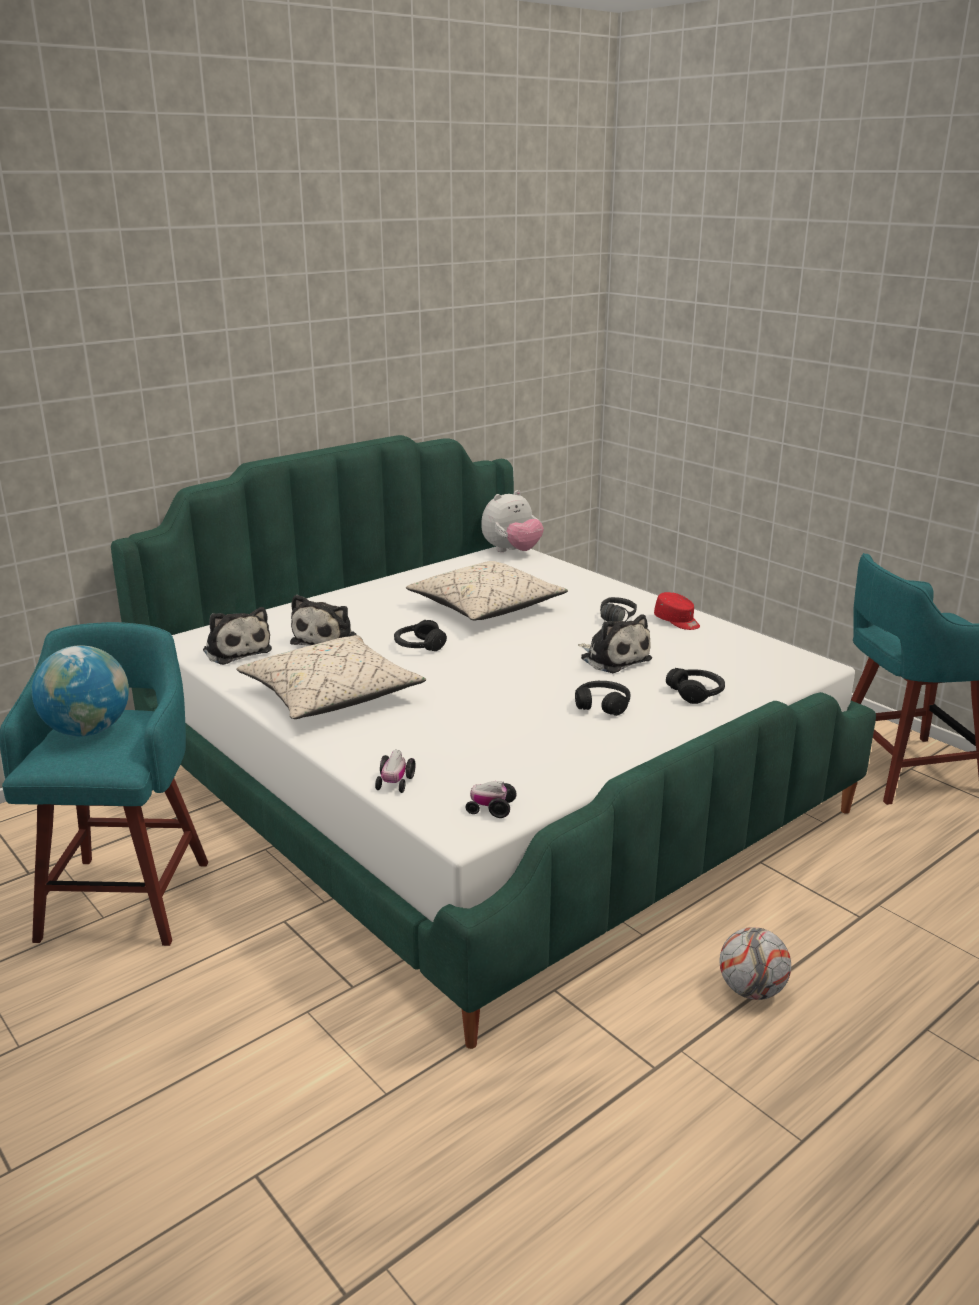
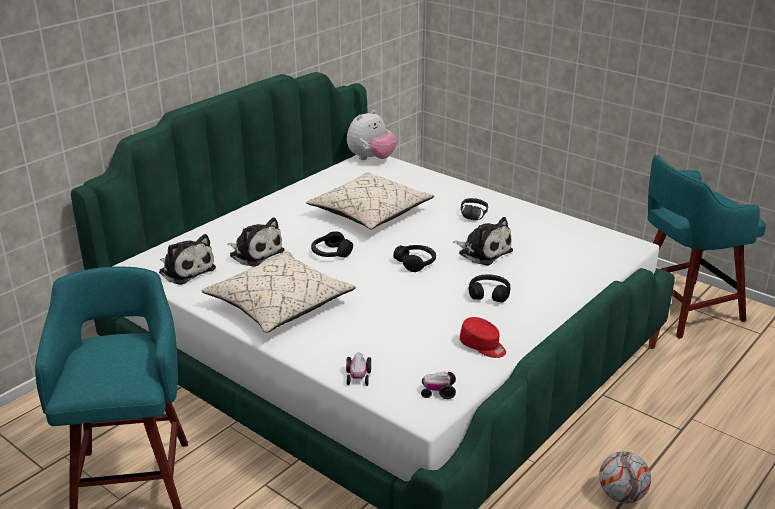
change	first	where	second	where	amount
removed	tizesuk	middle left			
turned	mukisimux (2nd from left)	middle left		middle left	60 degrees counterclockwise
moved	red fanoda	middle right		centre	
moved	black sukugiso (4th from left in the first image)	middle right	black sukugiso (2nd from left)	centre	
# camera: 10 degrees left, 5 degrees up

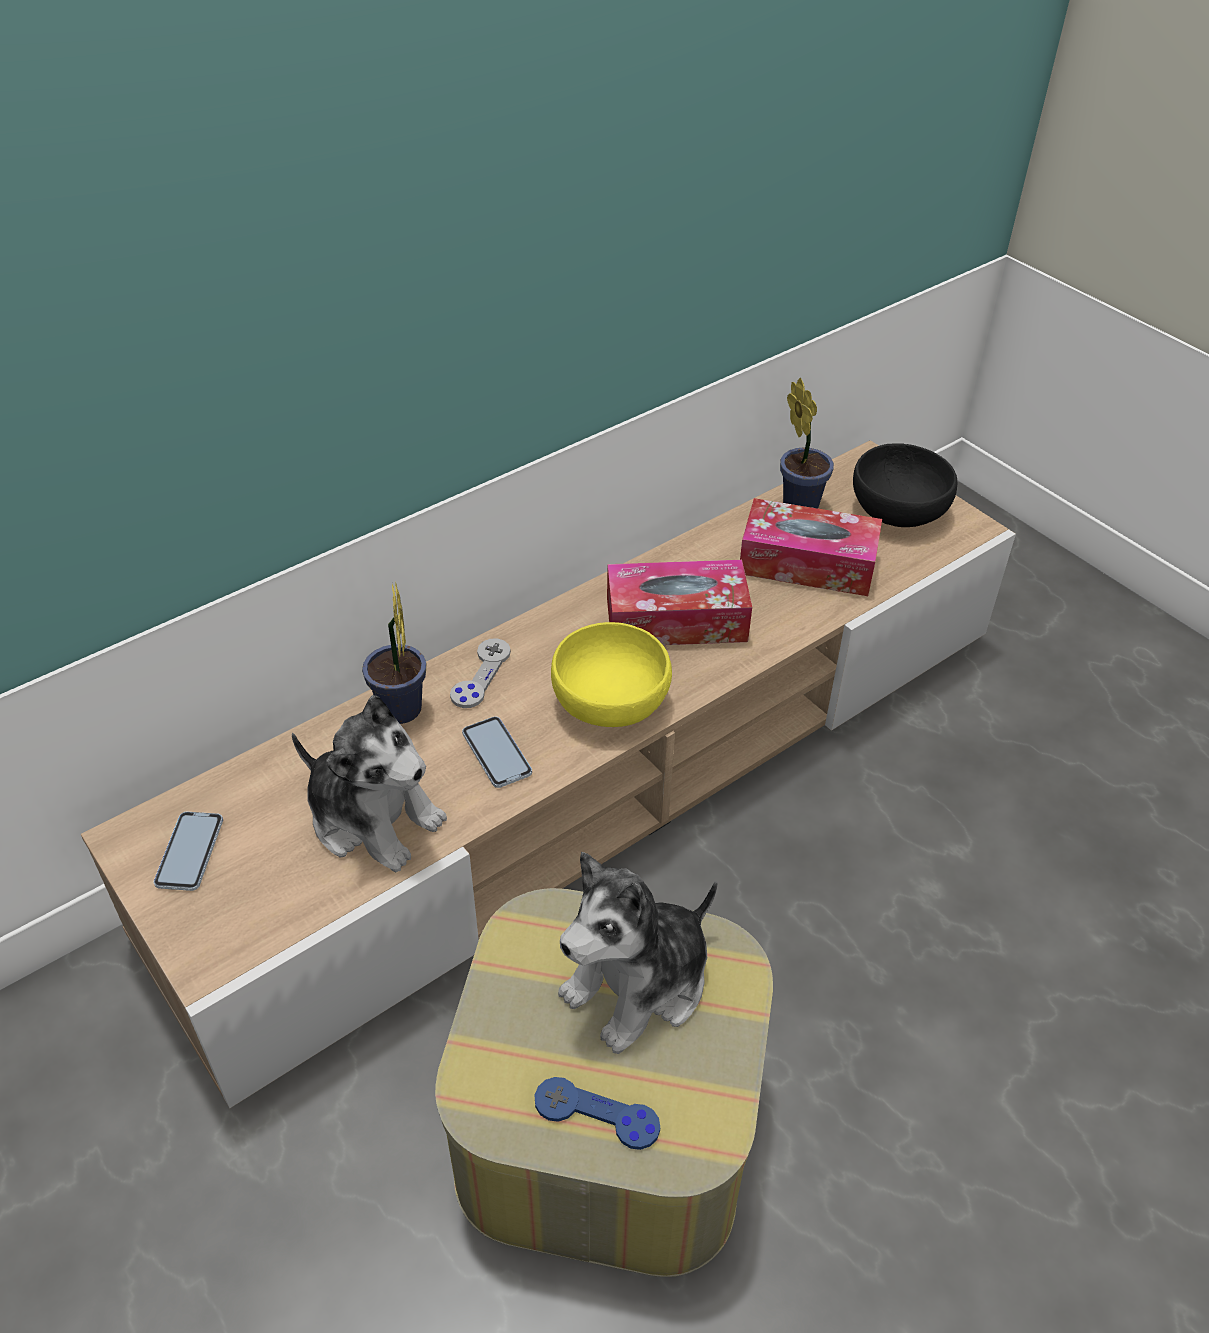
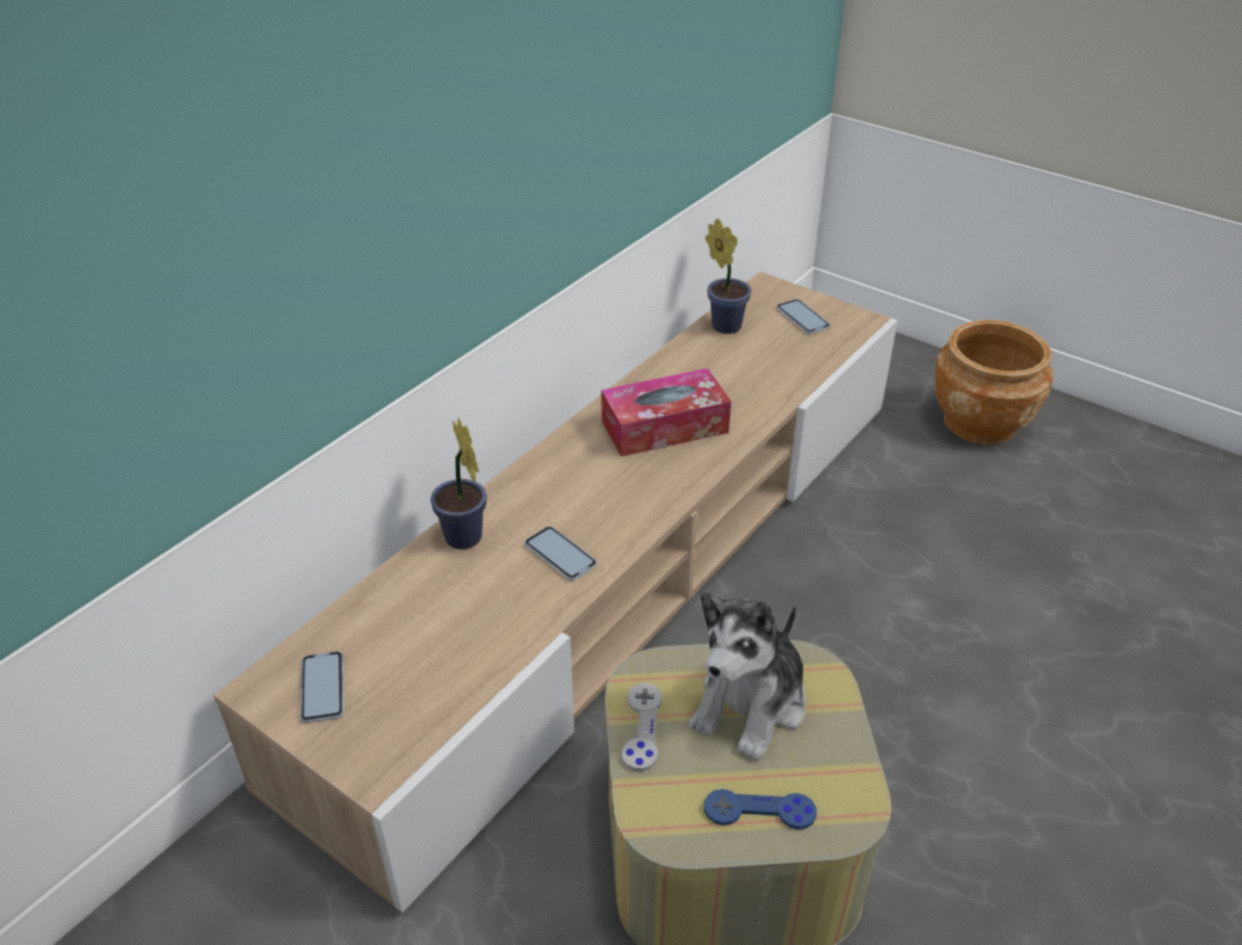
change	first	where	second	where	amount
removed	mukisimux (1st from left)	middle left			
moved	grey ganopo	centre		bottom centre	
removed	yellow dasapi	centre			
removed	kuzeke (2nd from left)	middle right			
replaced	black dasapi	middle right	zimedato (3rd from left)	centre	
added			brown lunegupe	middle right	
# camera: 15 degrees left, 5 degrees down

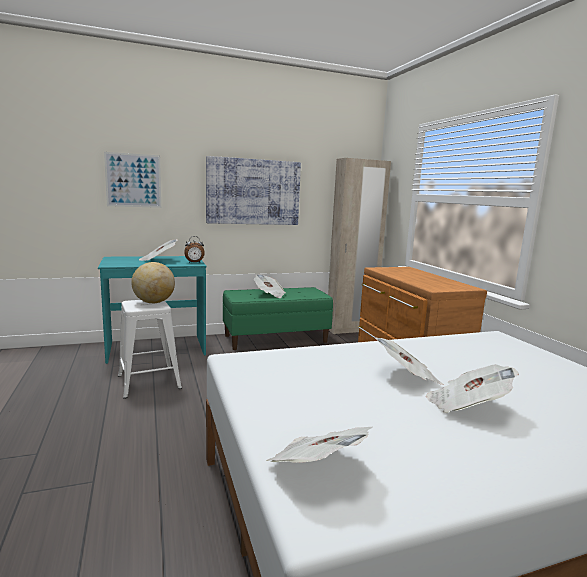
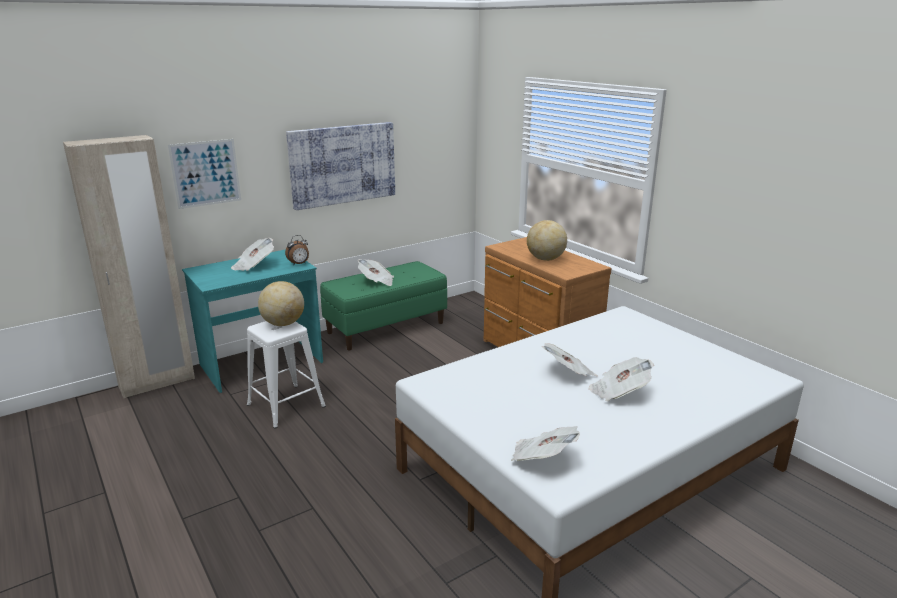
change	first	where	second	where	amount
moved	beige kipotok	centre		middle left	
added			tizesuk (2nd from left)	centre	
# camera: 15 degrees left, 10 degrees up

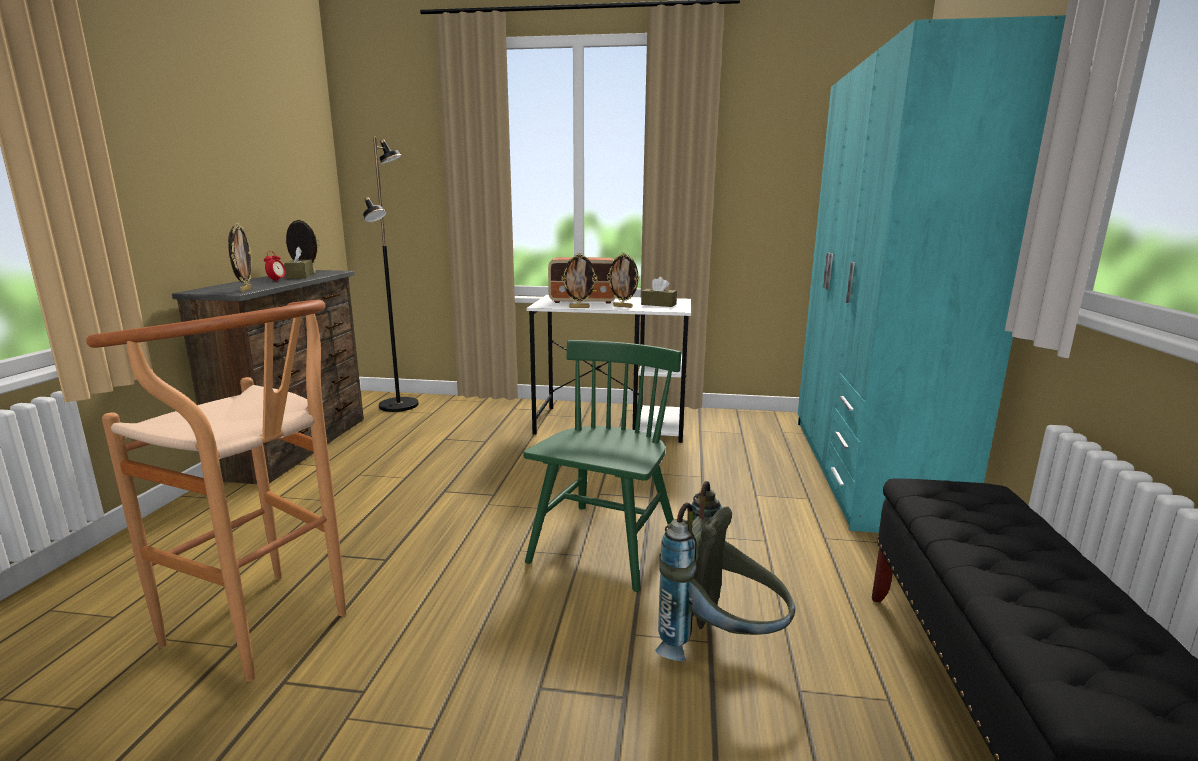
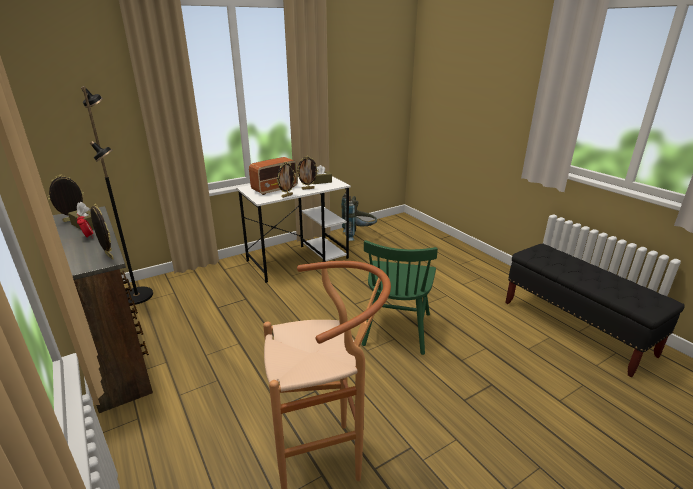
change	first	where	second	where	amount
turned	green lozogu	centre		centre	150 degrees counterclockwise
moved	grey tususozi	bottom centre		centre	
removed	turquoise kipotok	middle right			
# camera: 40 degrees left, 10 degrees up

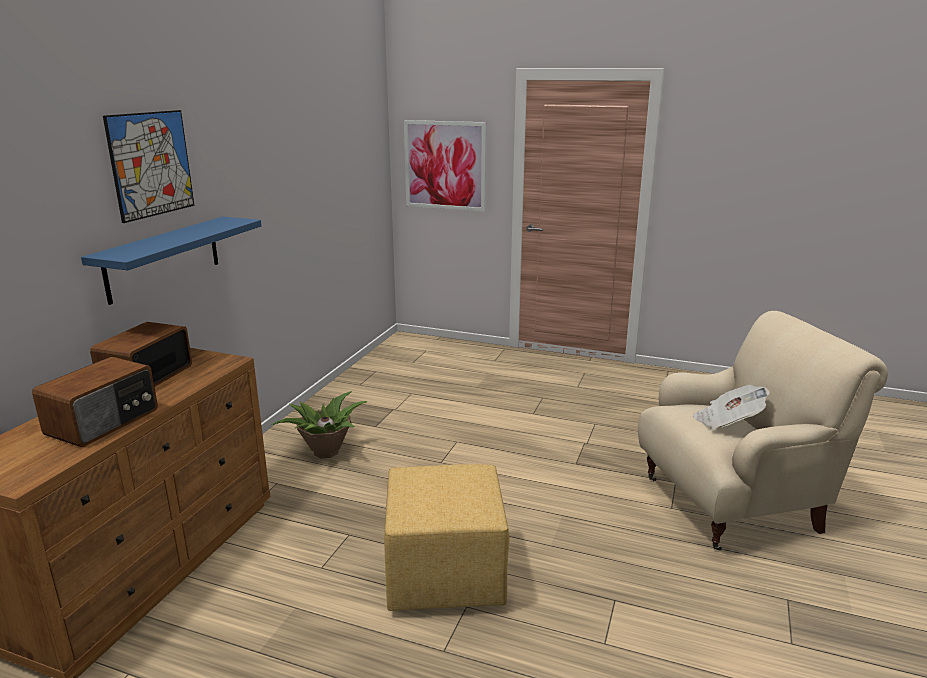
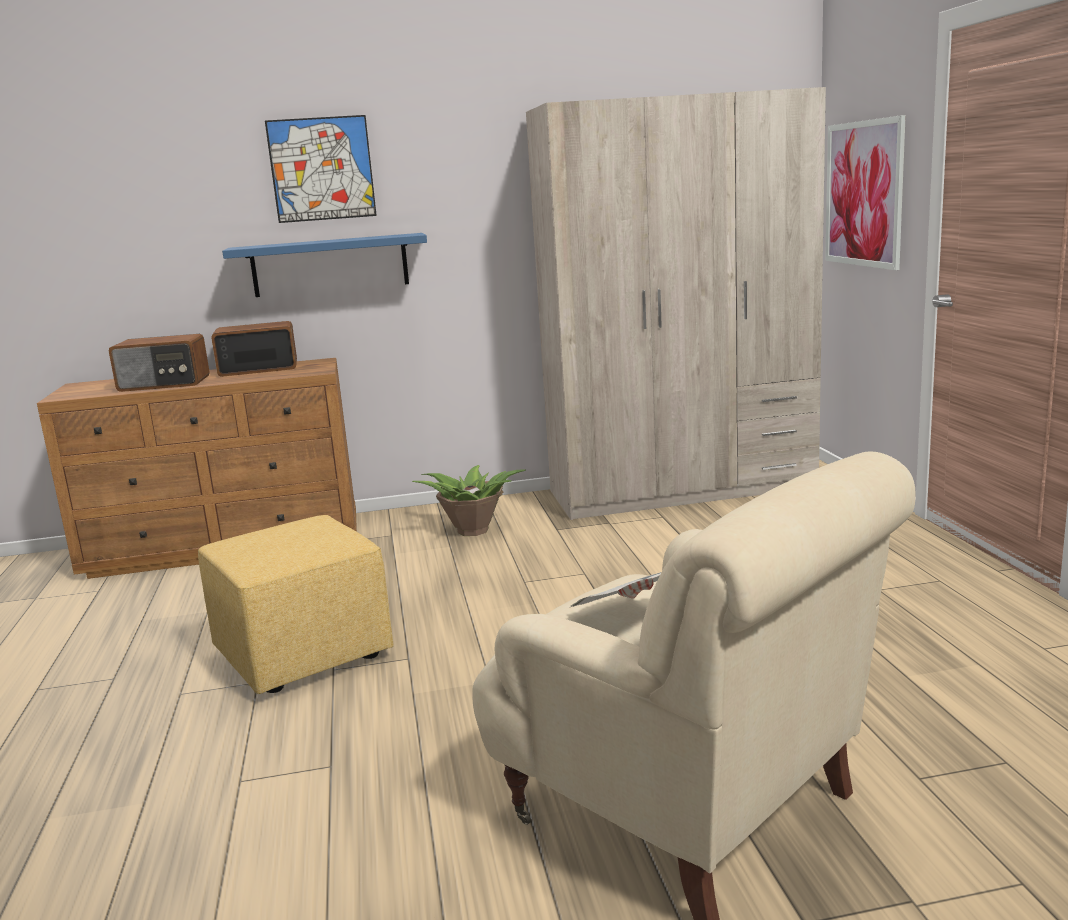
change	first	where	second	where	amount
added			beige kipotok	top centre	
# camera: 60 degrees right, 5 degrees down

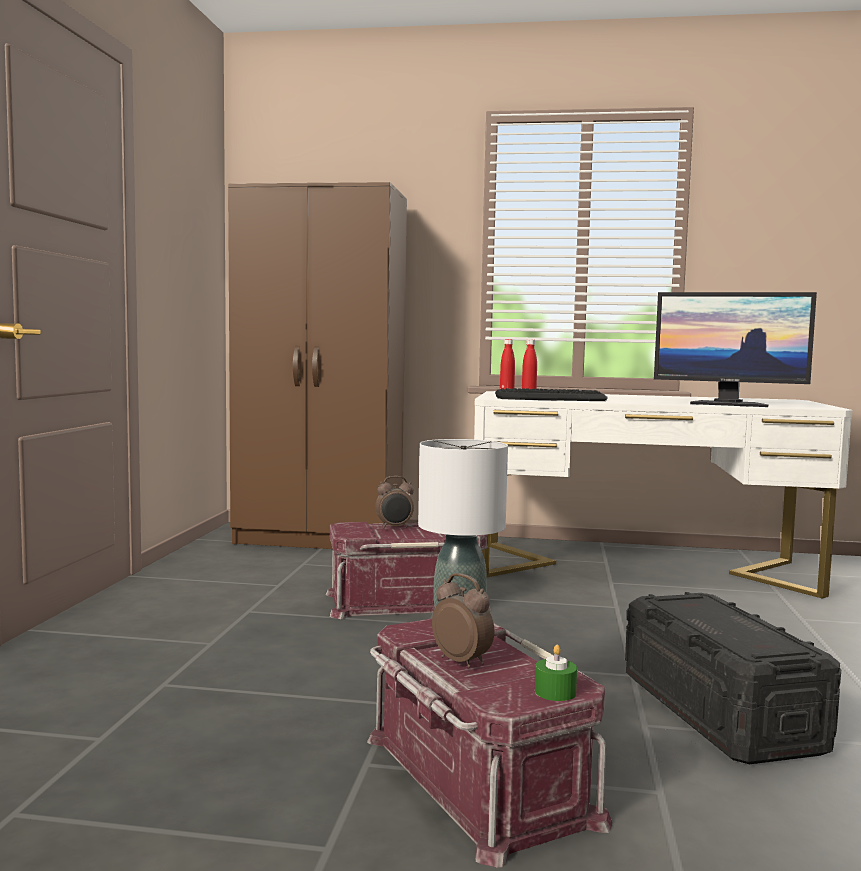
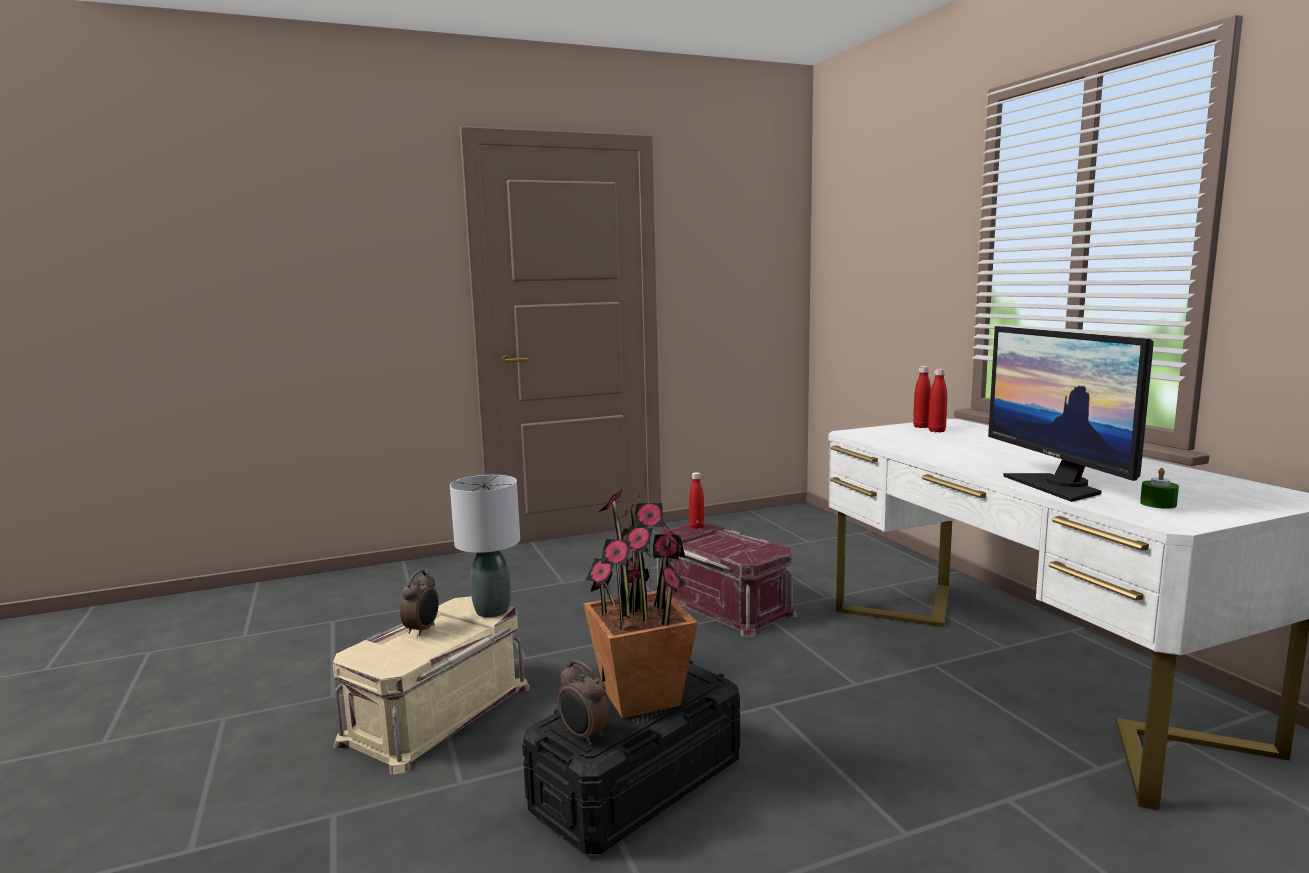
change	first	where	second	where	amount
removed	brown kipotok	centre			
recoloured	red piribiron (2nd from left)	bottom centre	beige piribiron	bottom left	
moved	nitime (1st from left in the first image)	centre	nitime (2nd from left)	bottom centre	
removed	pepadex	centre			
moved	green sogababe	bottom centre		middle right	
added			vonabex	bottom centre	
added			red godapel (1st from left)	centre	
# camera: 60 degrees right, 5 degrees up

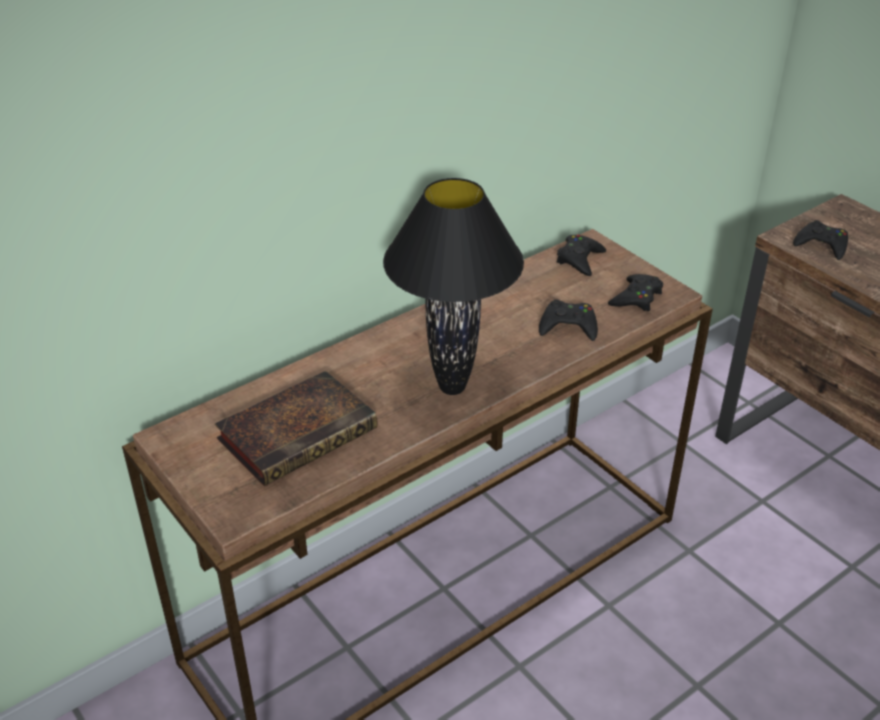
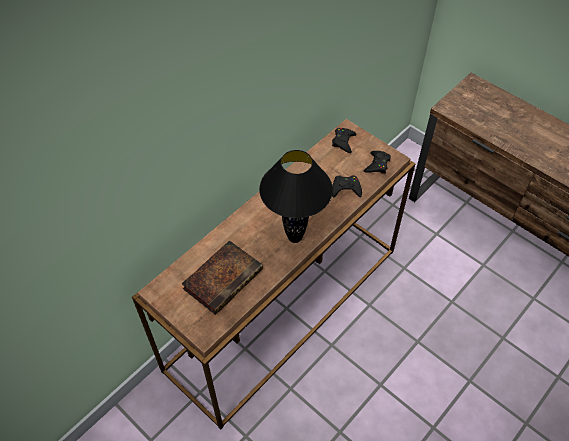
change	first	where	second	where	amount
removed	black ganopo (4th from left)	middle right			
# camera: 10 degrees left, 15 degrees up

